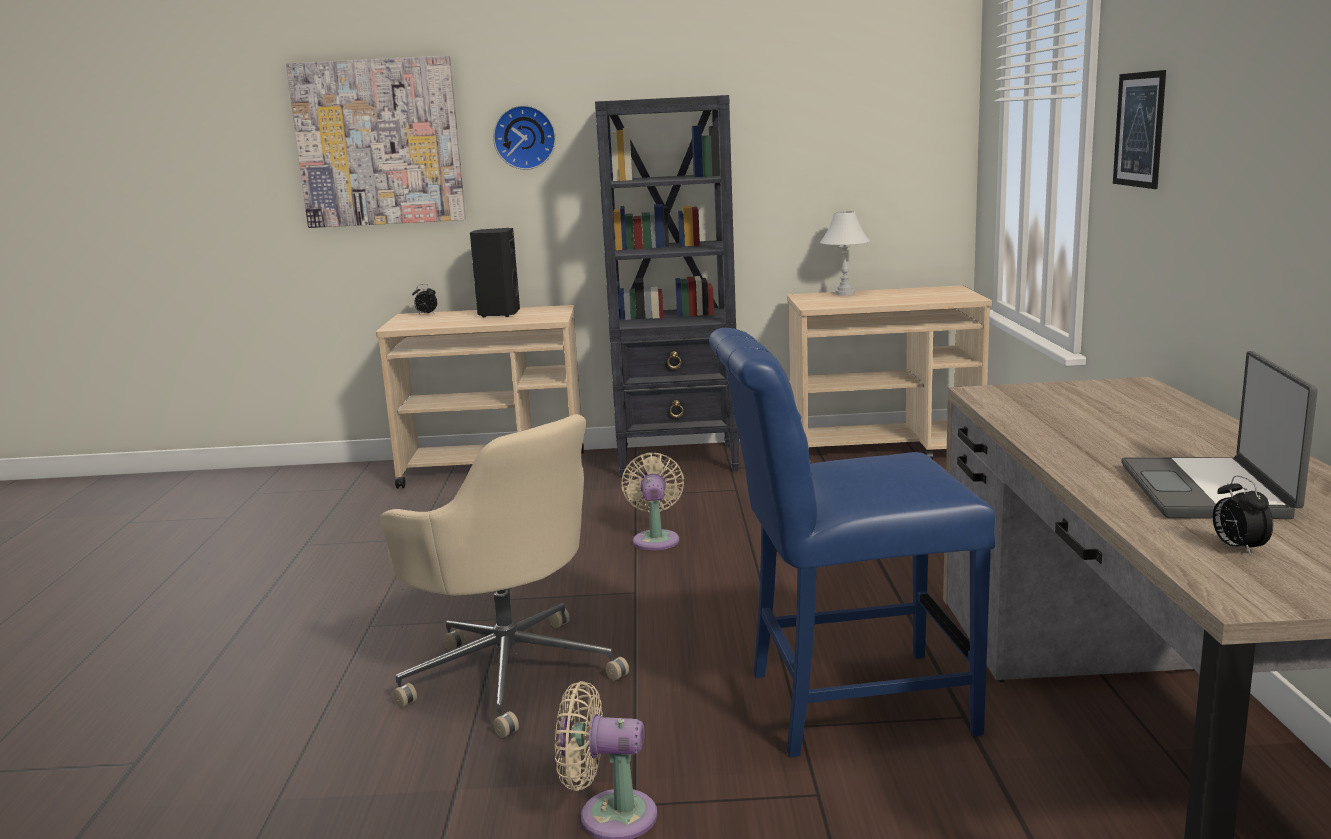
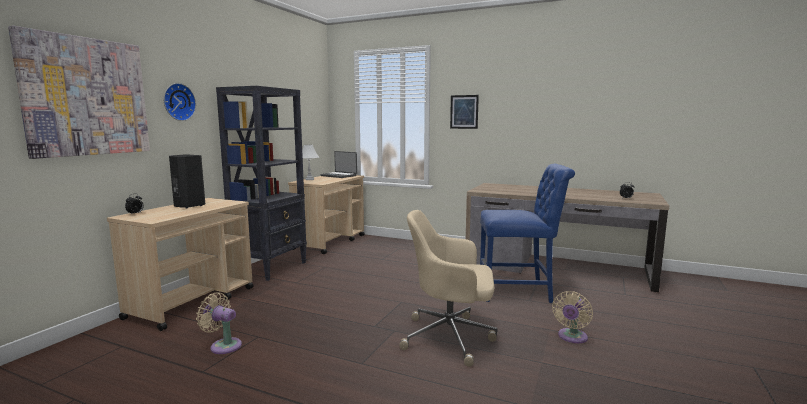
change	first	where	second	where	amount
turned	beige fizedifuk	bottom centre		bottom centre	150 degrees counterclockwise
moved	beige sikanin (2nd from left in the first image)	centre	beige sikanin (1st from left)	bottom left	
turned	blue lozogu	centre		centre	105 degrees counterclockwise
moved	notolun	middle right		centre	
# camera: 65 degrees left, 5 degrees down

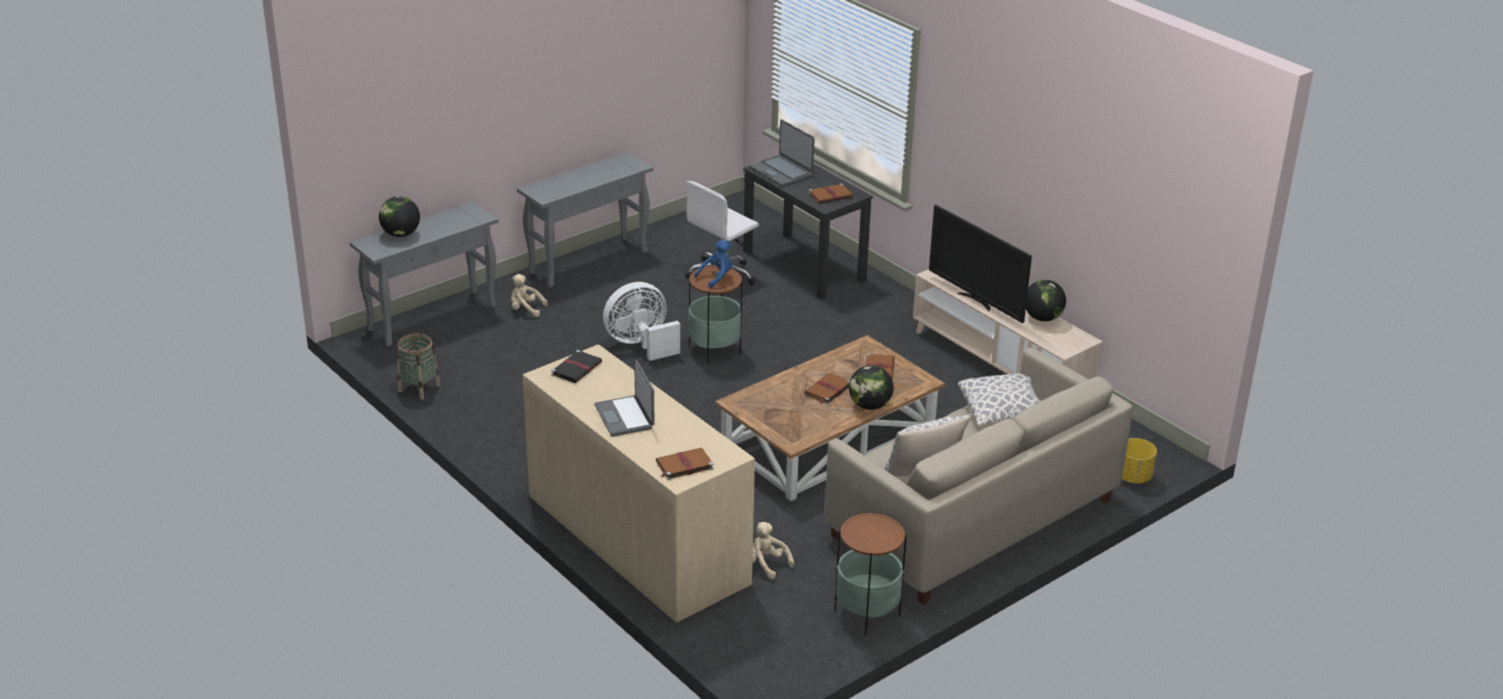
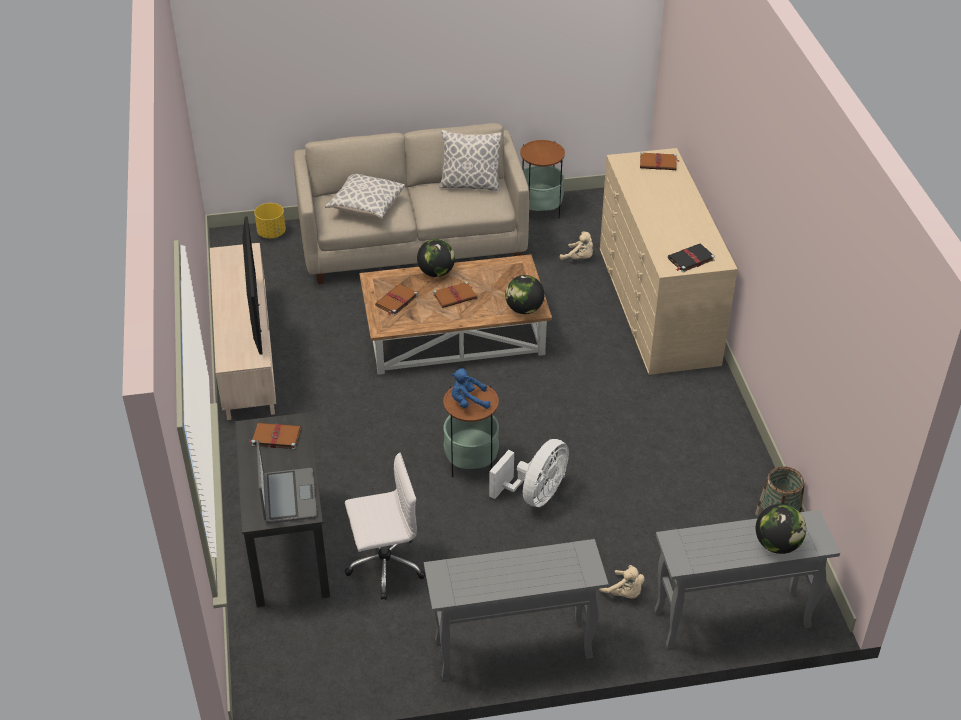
change	first	where	second	where	amount
removed	notolun (1st from left)	centre			
turned	white sikanin	centre		centre	60 degrees counterclockwise
turned	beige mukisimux (2nd from left in the first image)	bottom centre	beige mukisimux (1st from left)	centre	45 degrees counterclockwise
moved	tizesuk (3rd from left in the first image)	middle right	tizesuk (2nd from left)	centre	
# camera: 150 degrees left, 10 degrees up

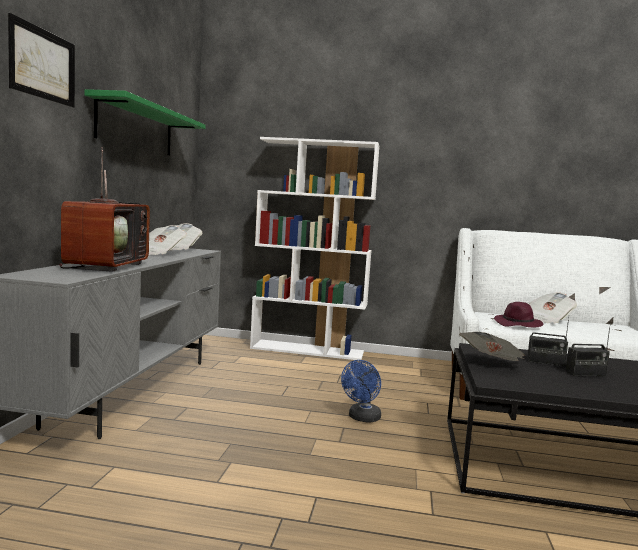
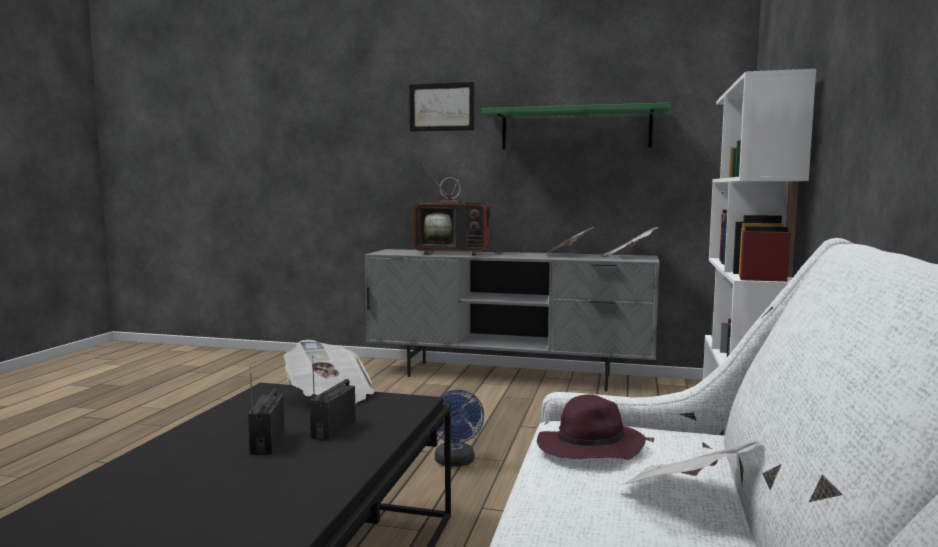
change	first	where	second	where	amount
turned	blue sikanin	bottom centre		bottom centre	135 degrees counterclockwise
# camera: 95 degrees right, 0 degrees up

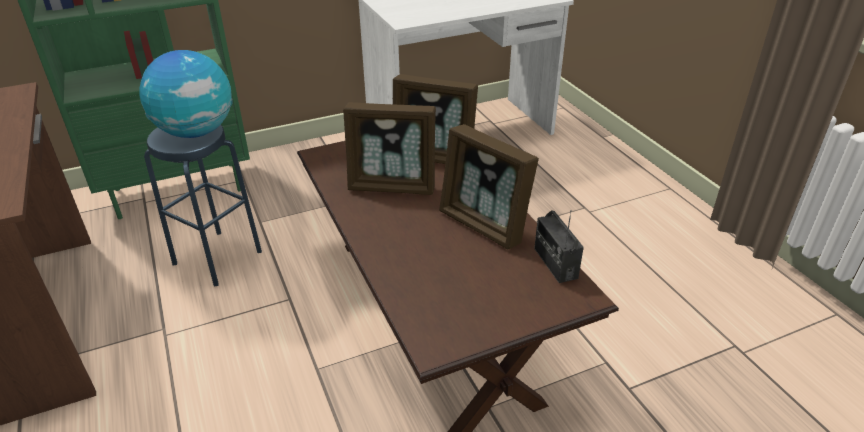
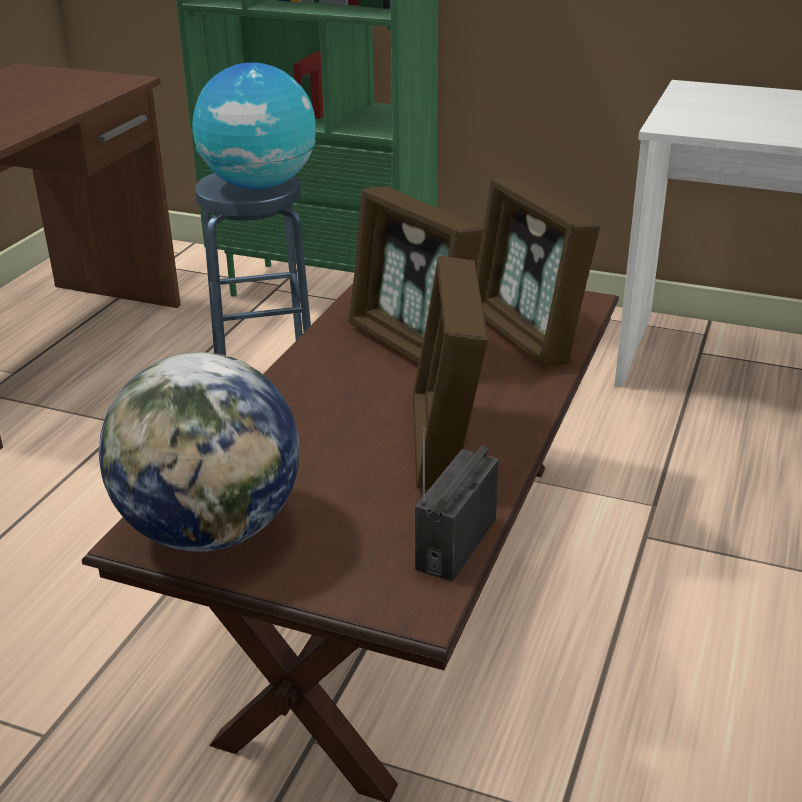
change	first	where	second	where	amount
added			tizesuk (1st from left)	middle left	
# camera: 45 degrees right, 5 degrees down

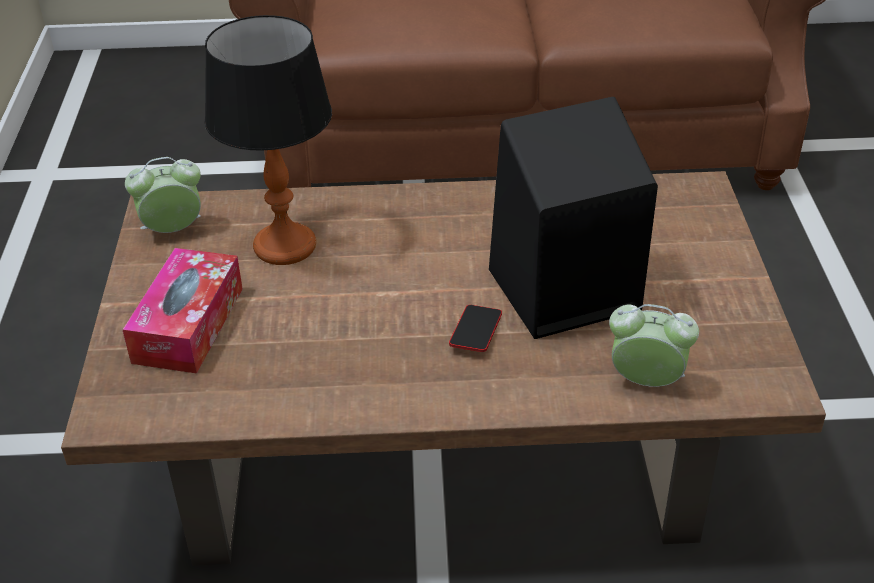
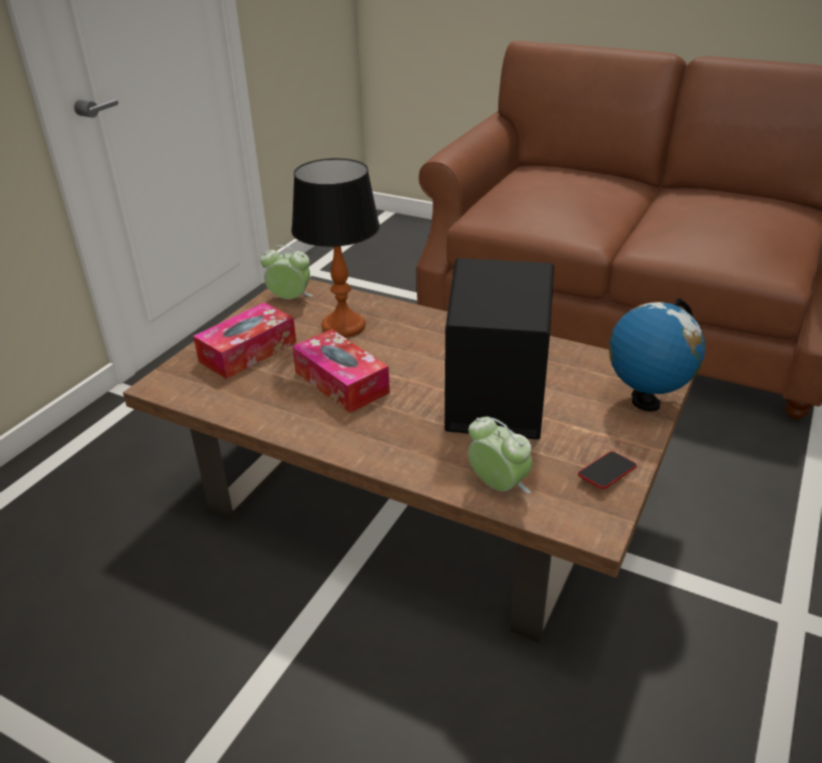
change	first	where	second	where	amount
moved	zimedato	centre		middle right	
added			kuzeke (2nd from left)	centre	
added			tizesuk	middle right	
# camera: 30 degrees right, 5 degrees down

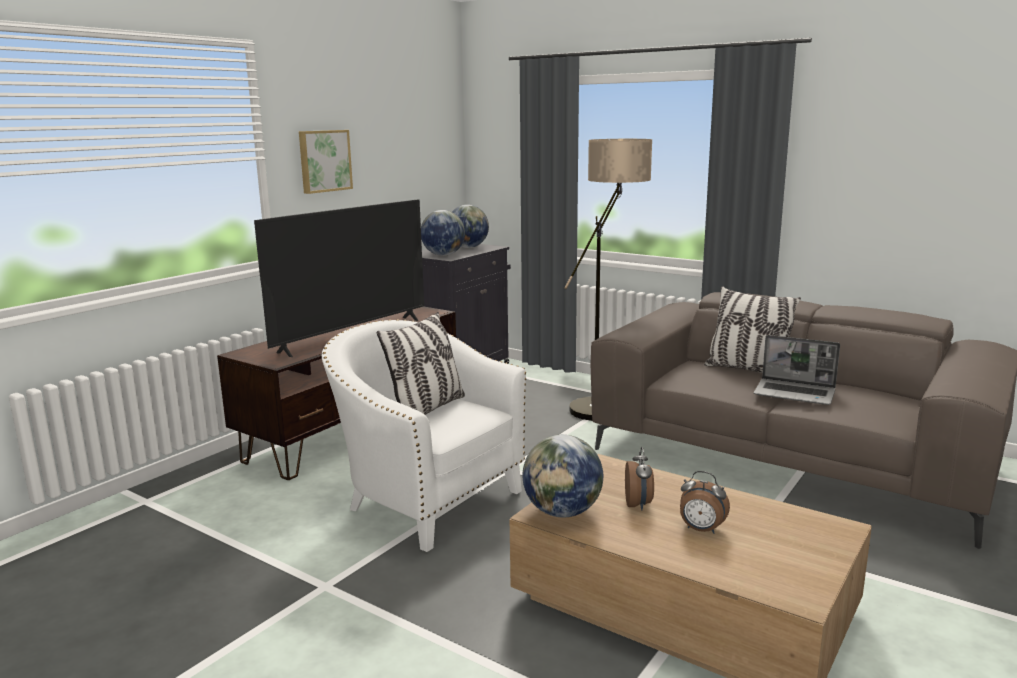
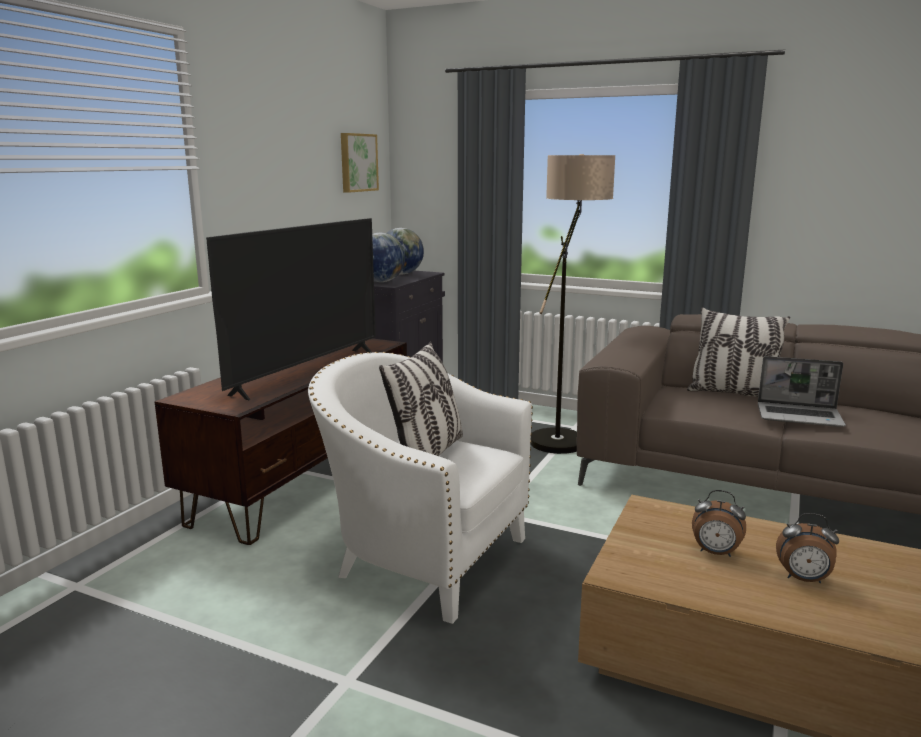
change	first	where	second	where	amount
moved	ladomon	top left		top centre	
removed	tizesuk (3rd from left)	bottom centre			
turned	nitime (1st from left)	bottom centre		bottom right	120 degrees clockwise
# camera: 10 degrees left, 0 degrees up

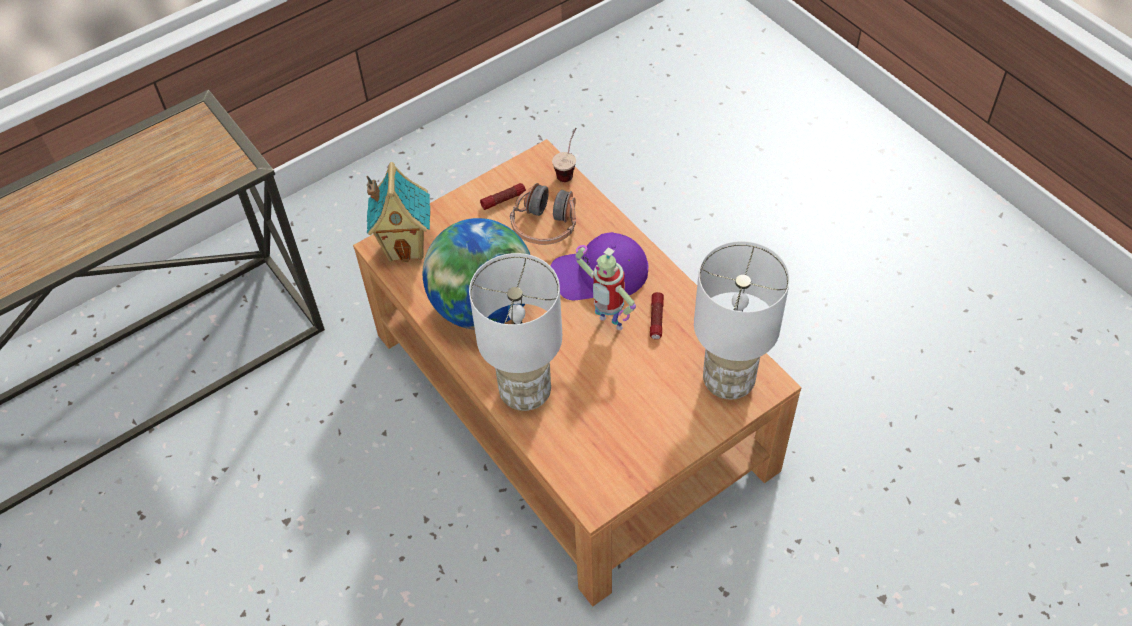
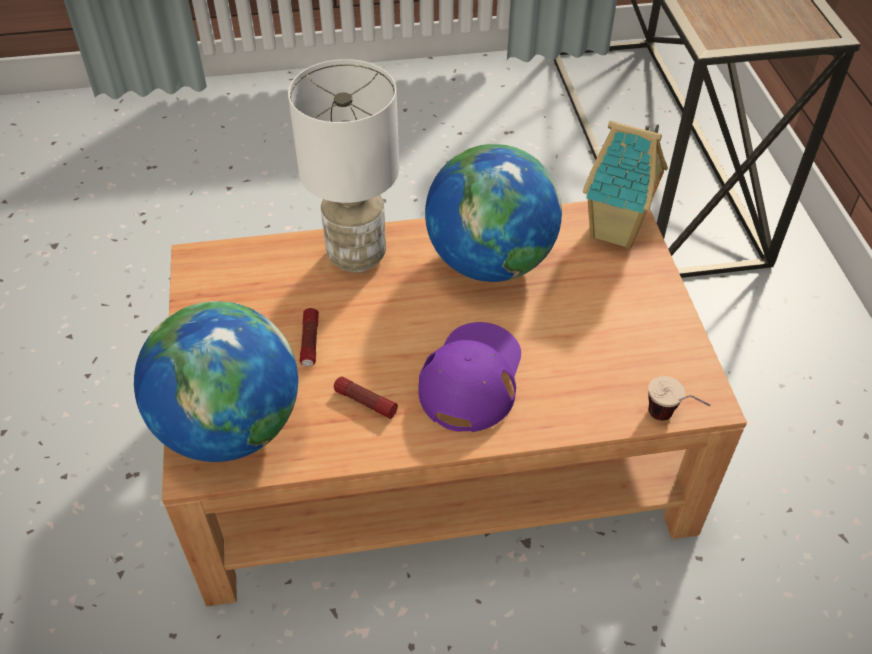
change	first	where	second	where	amount
moved	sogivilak (1st from left)	top centre		centre	
removed	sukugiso	centre			
removed	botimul	centre			
replaced	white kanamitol (2nd from left)	centre	tizesuk (1st from left)	middle left	
# camera: 115 degrees right, 5 degrees down

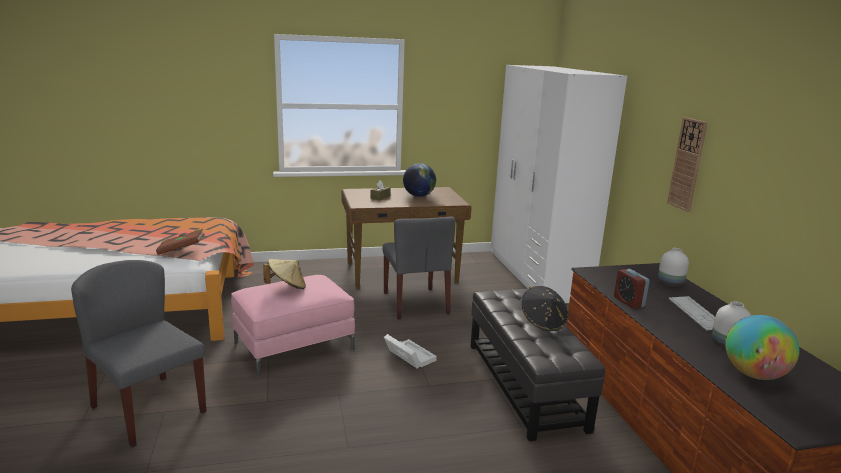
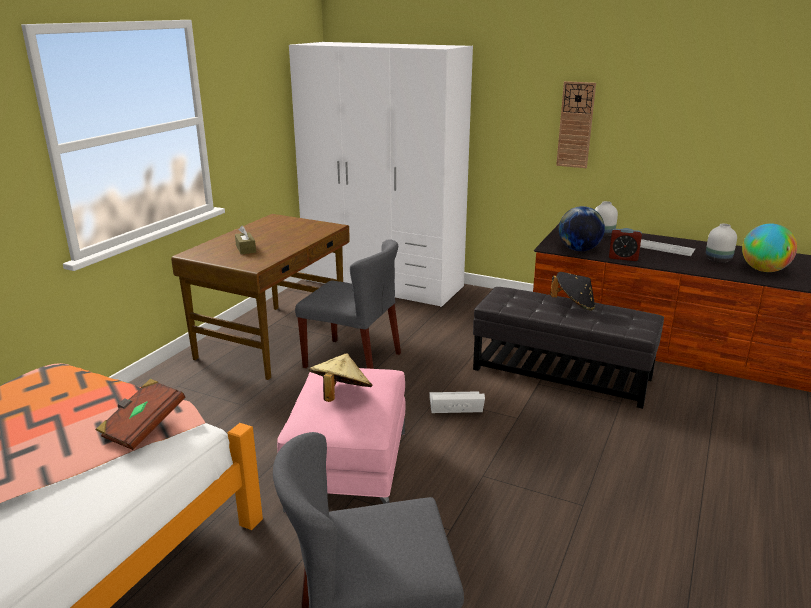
change	first	where	second	where	amount
moved	tizesuk (1st from left)	centre		middle right	
# camera: 50 degrees left, 5 degrees up

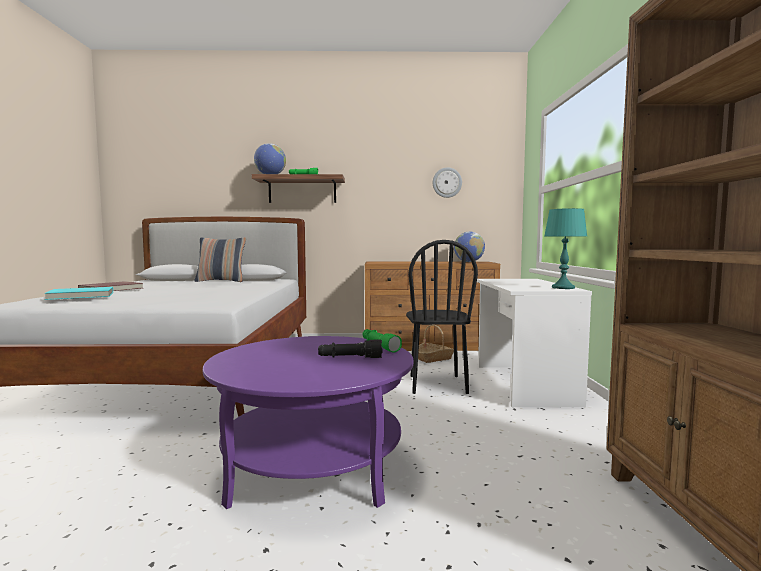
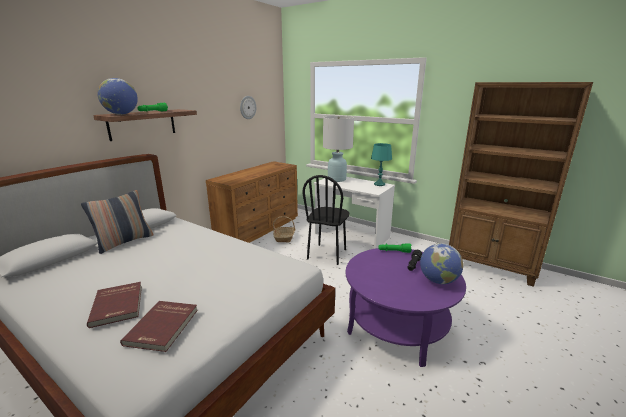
change	first	where	second	where	amount
recoloured	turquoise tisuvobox	middle left	red tisuvobox (2nd from left)	bottom left	
turned	black lozogu	centre		centre	75 degrees clockwise
moved	tizesuk (2nd from left)	centre		middle right	
added			white kanamitol	centre	
# camera: 55 degrees left, 15 degrees up

